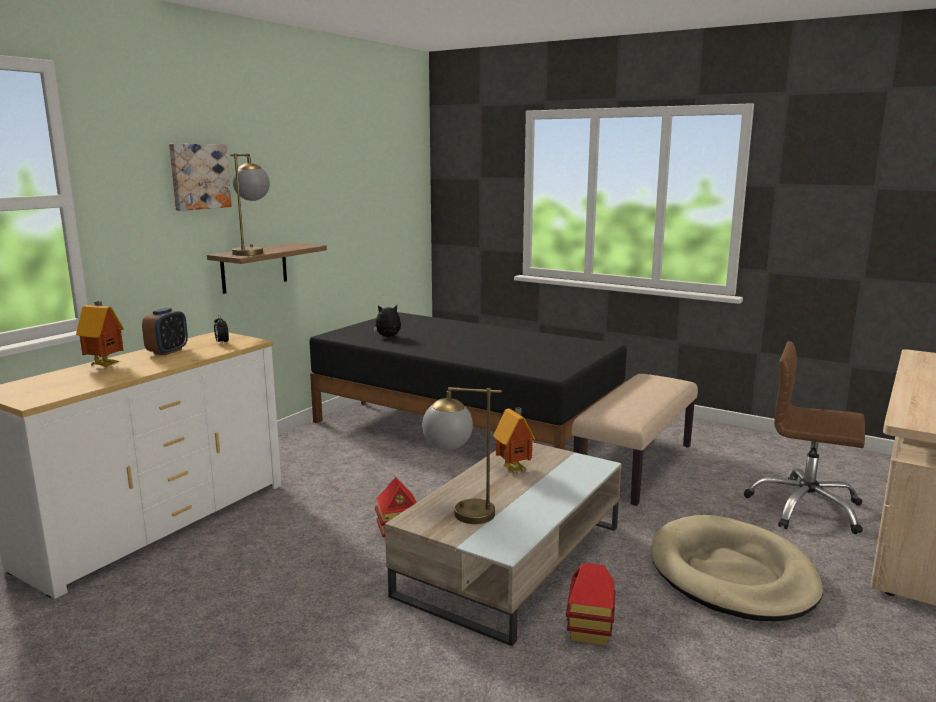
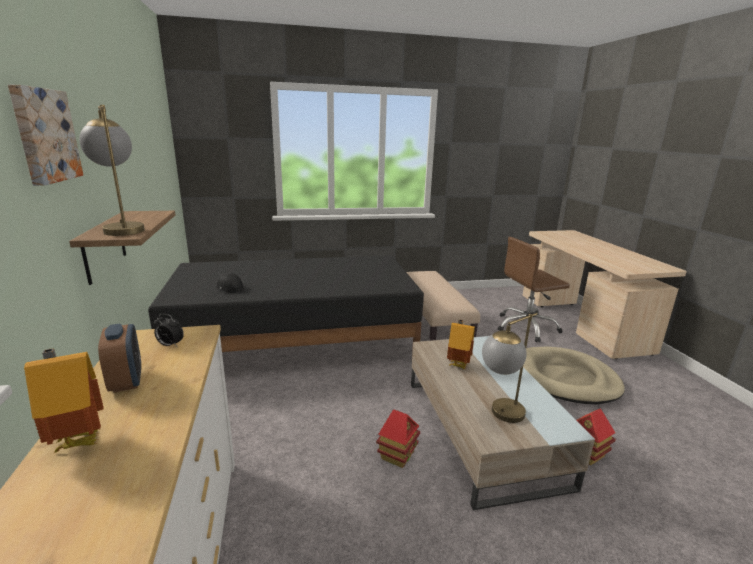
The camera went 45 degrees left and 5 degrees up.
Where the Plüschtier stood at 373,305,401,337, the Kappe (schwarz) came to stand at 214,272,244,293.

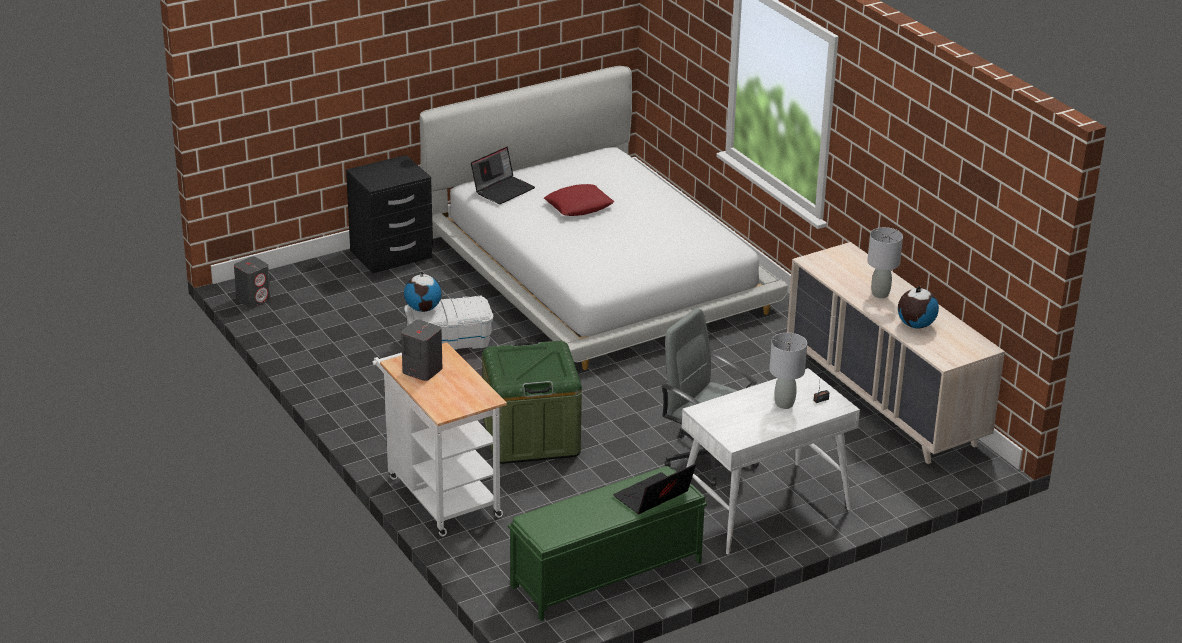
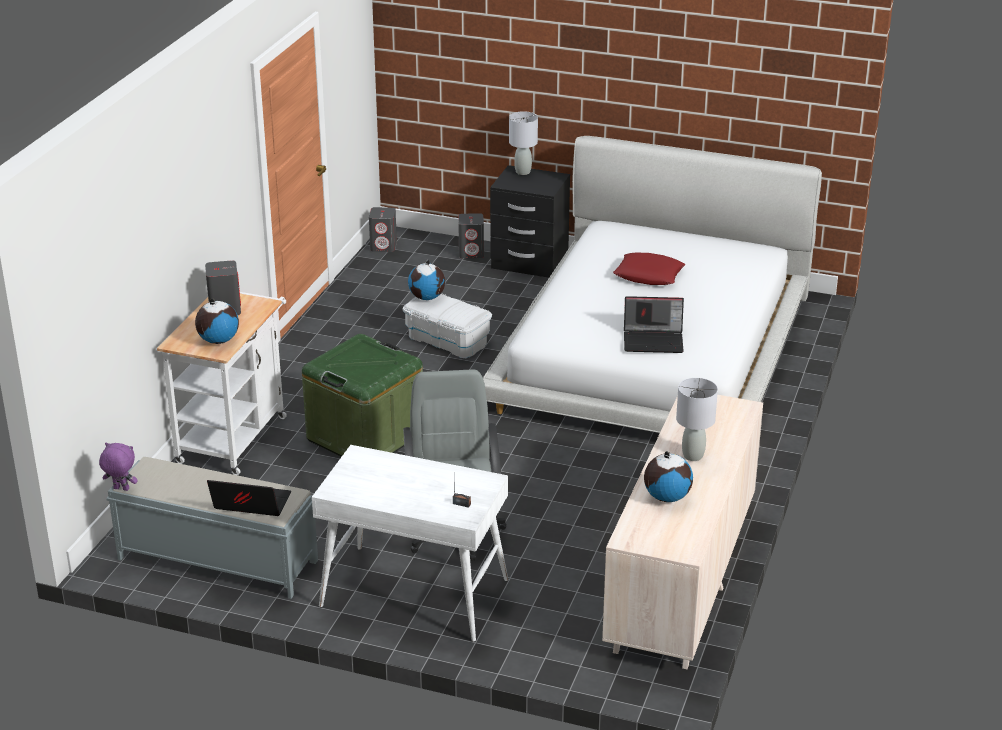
The camera went 50 degrees right and 0 degrees up.
The Laptop ended up elsewhere, having gone from 471,147,535,204 to 624,296,684,353.
What was the Bank (grün) at 508,466,707,621 turned into the Bank (grau) at 106,457,318,599.
The Tischlampe (grau) ended up elsewhere, having gone from 769,333,807,409 to 509,111,538,175.
The second view gained the Plüschtier (lila) at 99,442,138,491.
The second view gained the Globus at 195,299,239,344.
The second view gained the Lautsprecher (grau) at 458,213,484,258.

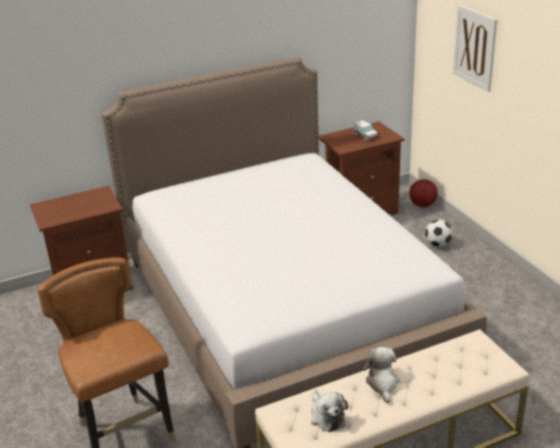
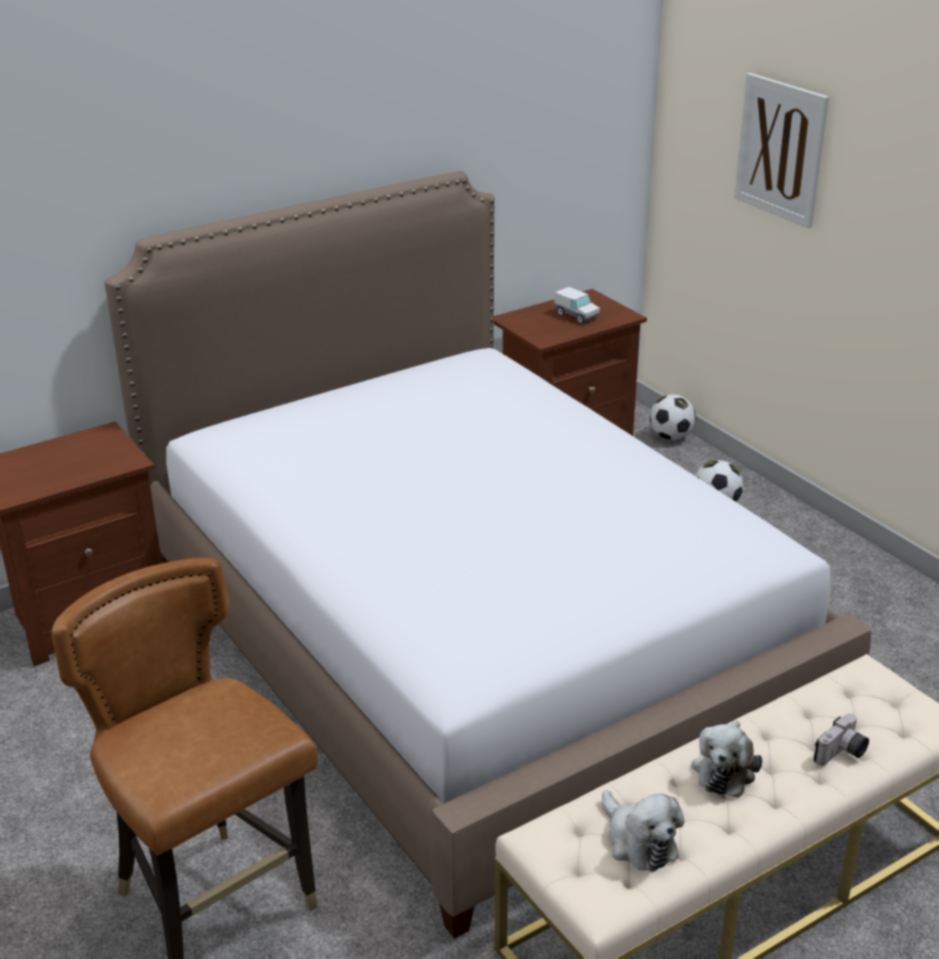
The camera went 10 degrees left and 0 degrees up.
The Plüschtier at 363,347,400,404 ended up facing another way, 150 degrees counterclockwise from before.
Where the Basketball stood at 409,179,438,207, the Fußball came to stand at 650,394,696,440.
The second view gained the Kamera at 814,714,869,766.

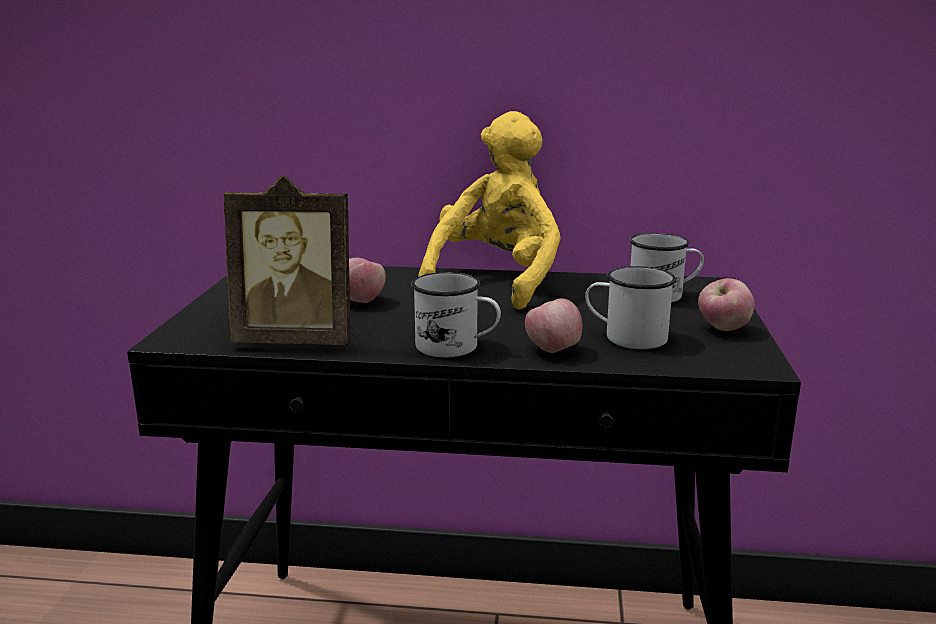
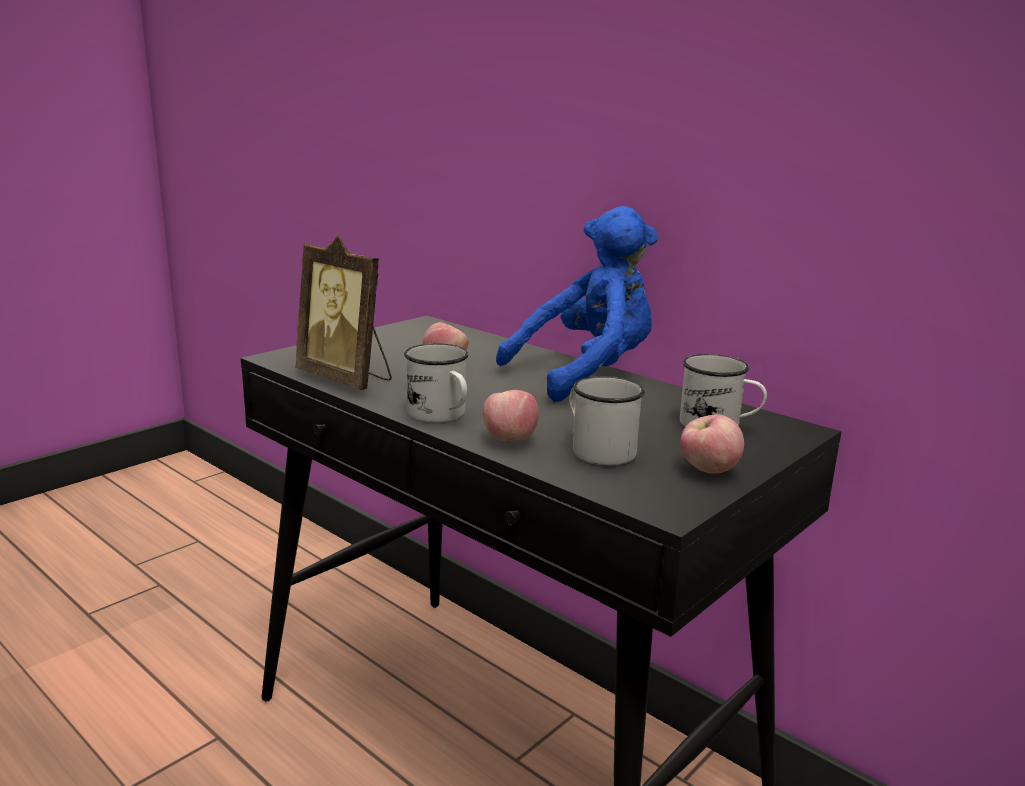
The camera went 35 degrees right and 0 degrees up.
What was the Plüschtier (gelb) at 418,111,561,310 turned into the Plüschtier (blau) at 496,206,659,402.

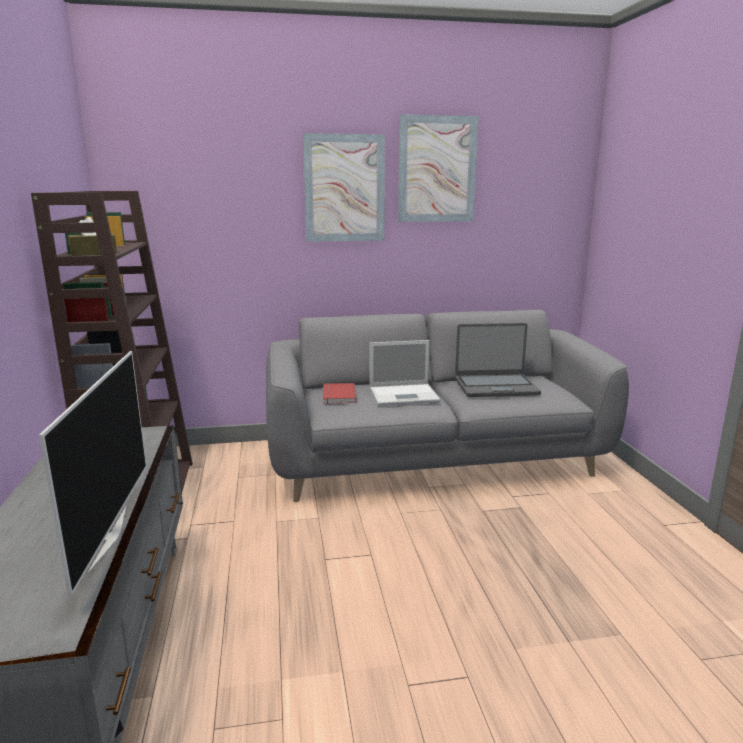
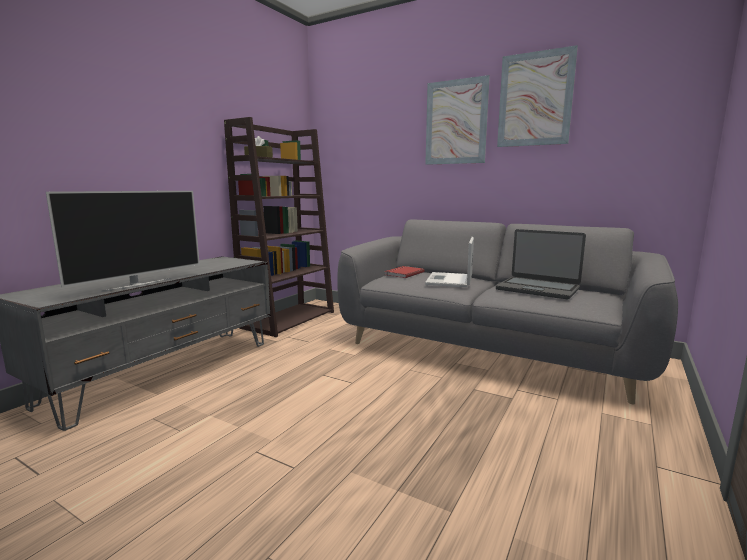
The camera went 40 degrees right and 5 degrees down.
The Laptop at 369,340,440,406 ended up facing another way, 75 degrees clockwise from before.

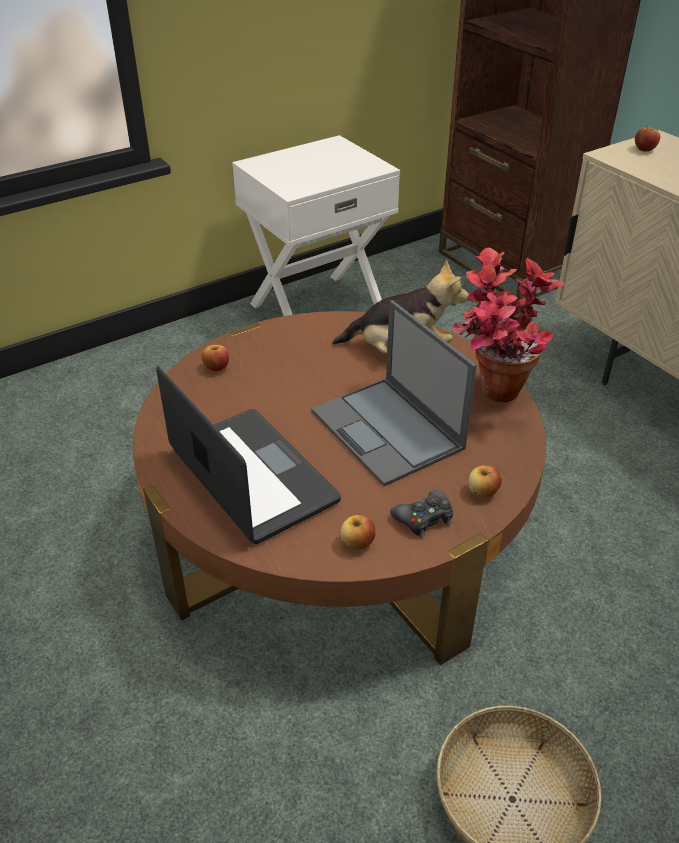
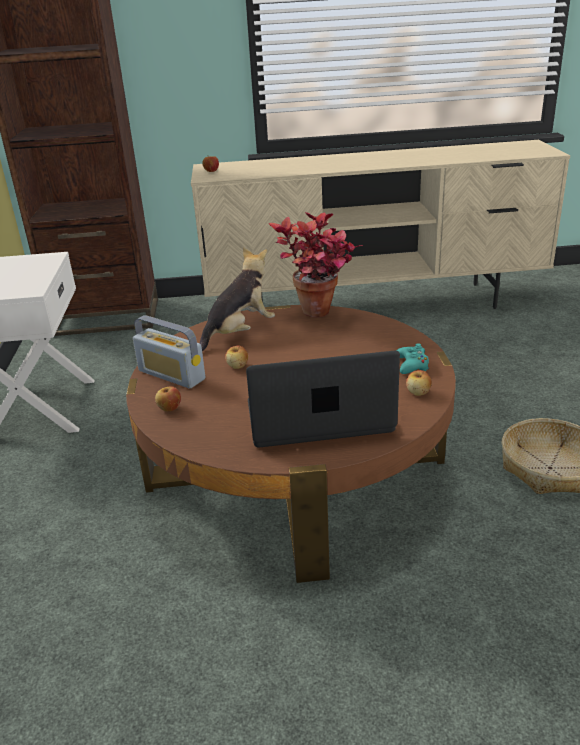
The camera went 60 degrees left and 10 degrees down.
The second view lost the Laptop at 311,300,477,486.
What was the Gamepad (schwarz) at 390,490,453,537 turned into the Gamepad (türkis) at 396,343,429,374.
The Apfel ended up elsewhere, having gone from 468,465,502,498 to 225,345,248,369.
The second view gained the Radio at 133,315,205,388.

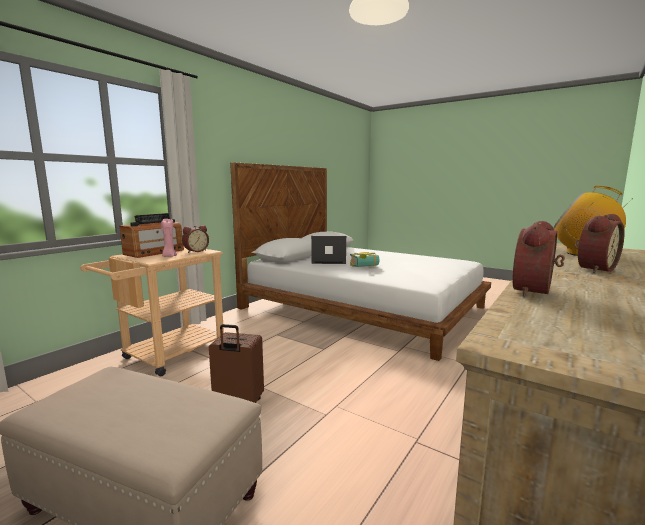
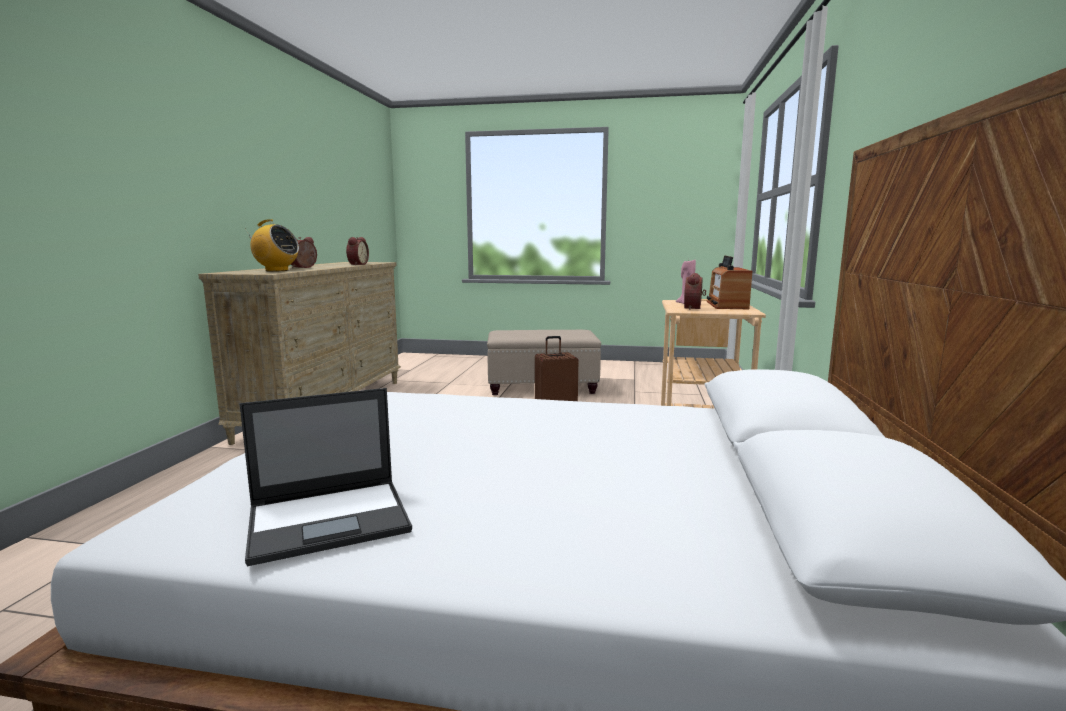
The camera went 155 degrees right and 0 degrees up.
The Laptop ended up elsewhere, having gone from 311,236,346,264 to 239,388,412,566.
The second view lost the Buch at 350,252,380,267.

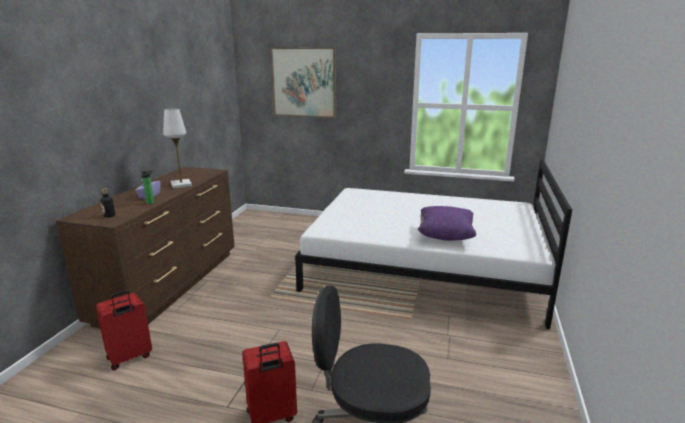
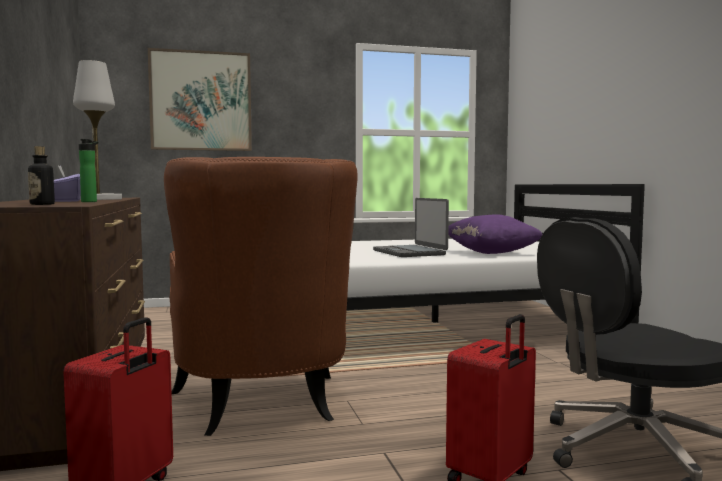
The camera went 30 degrees left and 15 degrees down.
The second view gained the Sessel (braun) at 164,157,358,436.
The second view gained the Laptop at 373,198,449,257.

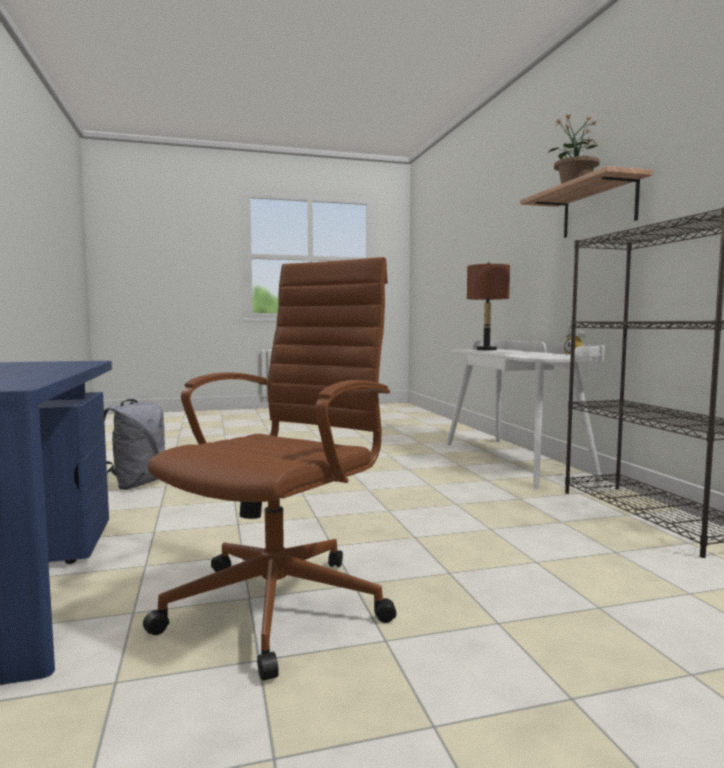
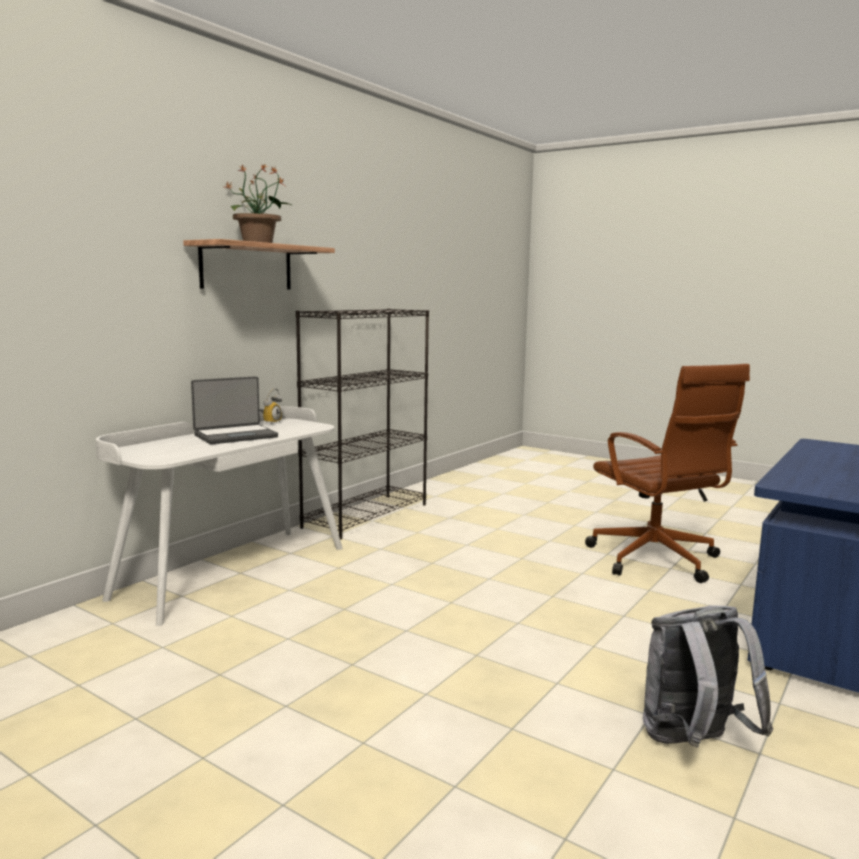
The camera went 130 degrees left and 5 degrees up.
The Bürostuhl (braun) at 143,257,397,680 ended up facing another way, 105 degrees counterclockwise from before.
The second view lost the Tischlampe (braun) at 467,262,510,350.
The second view gained the Laptop at 191,376,278,444.

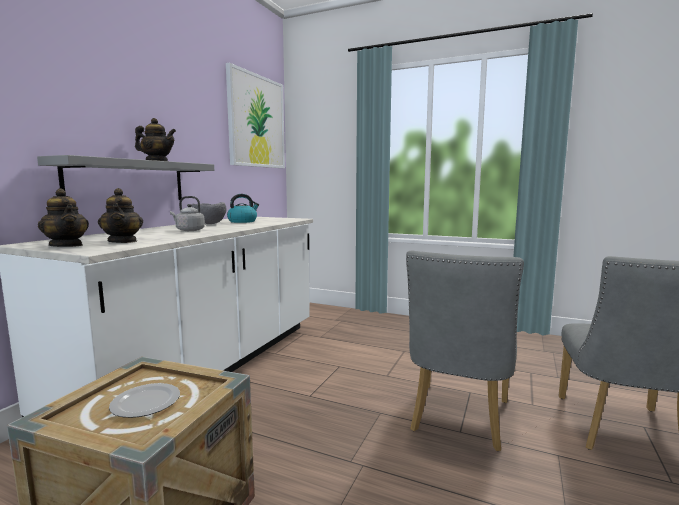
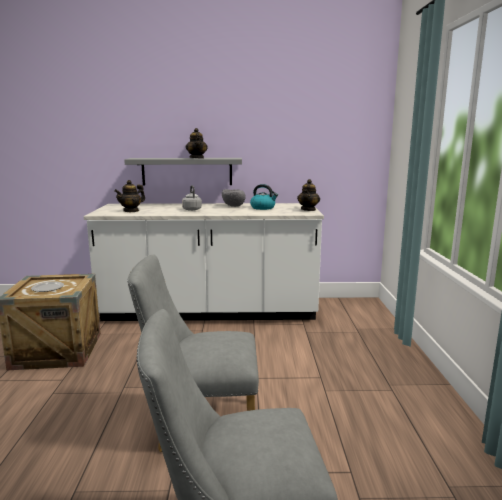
The camera went 65 degrees right and 5 degrees up.
The Teekanne ended up elsewhere, having gone from 38,188,89,247 to 297,179,320,211.
The second view lost the Bild at 226,63,285,168.

